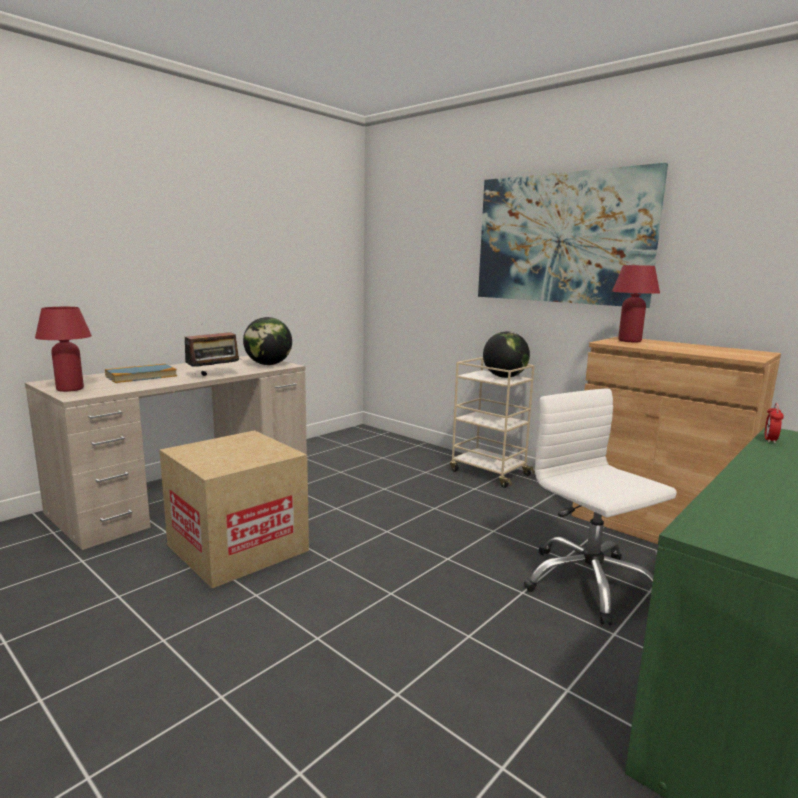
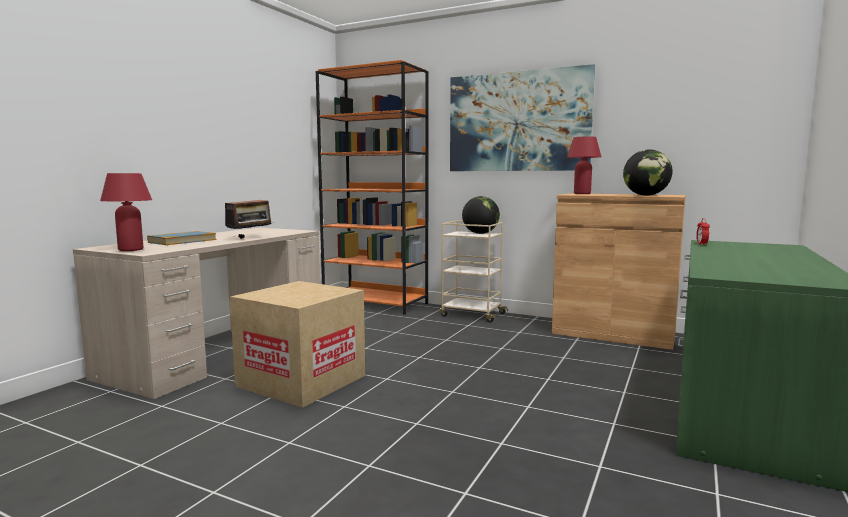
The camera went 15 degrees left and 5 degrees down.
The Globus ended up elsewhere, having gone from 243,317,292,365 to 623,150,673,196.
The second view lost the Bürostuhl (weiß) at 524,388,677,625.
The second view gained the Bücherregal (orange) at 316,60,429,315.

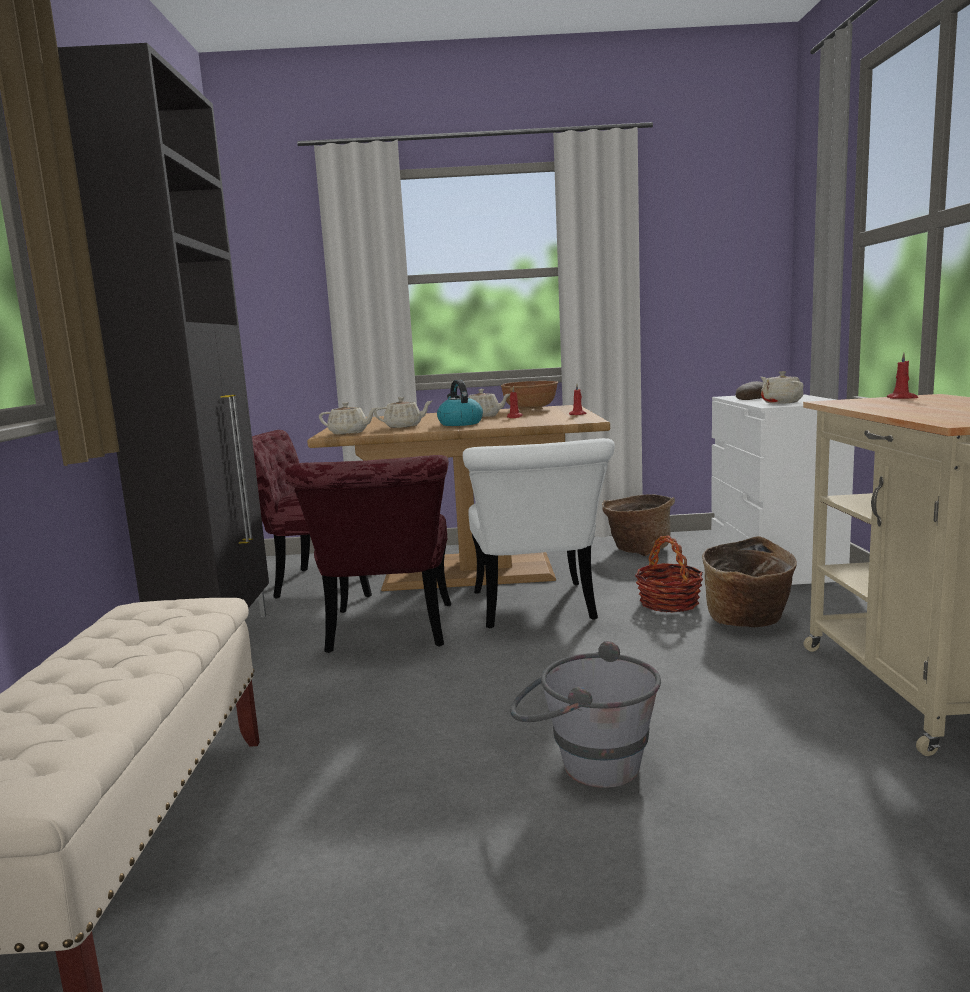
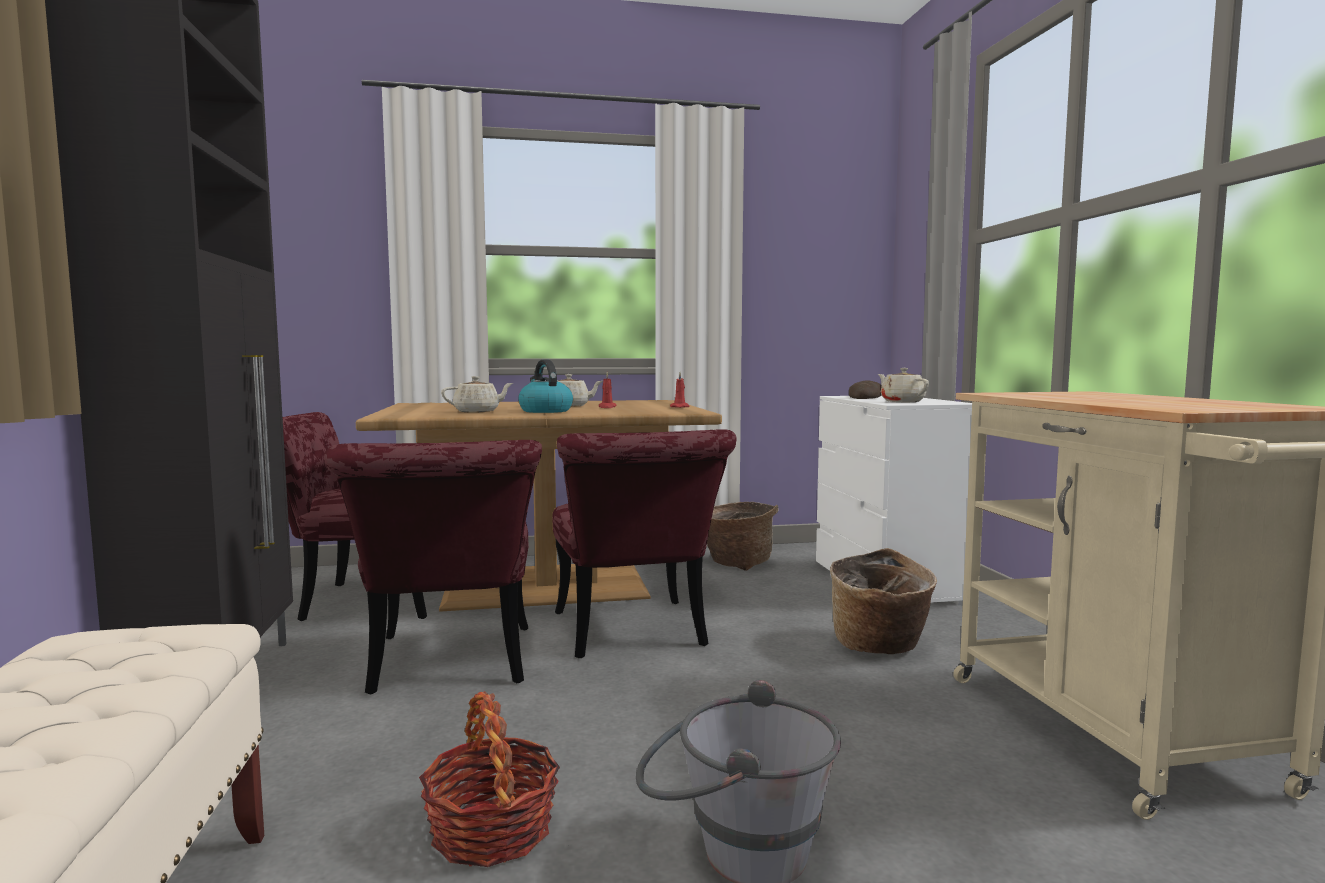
The camera went 10 degrees left and 5 degrees down.
The second view lost the Teekanne (beige) at 319,402,377,435.
What was the Stuhl (weiß) at 463,438,615,628 turned into the Stuhl (rot) at 553,429,736,658.
The second view lost the Schüssel (braun) at 501,381,558,411.
The Korb ended up elsewhere, having gone from 635,535,703,613 to 419,691,560,867.
The second view lost the Kerze (rot) at 887,353,918,399.

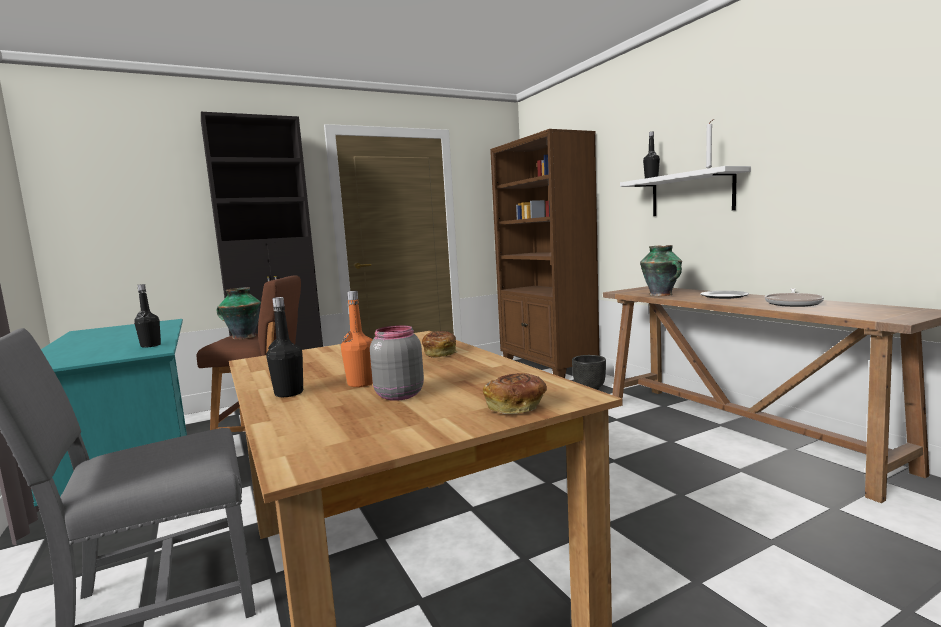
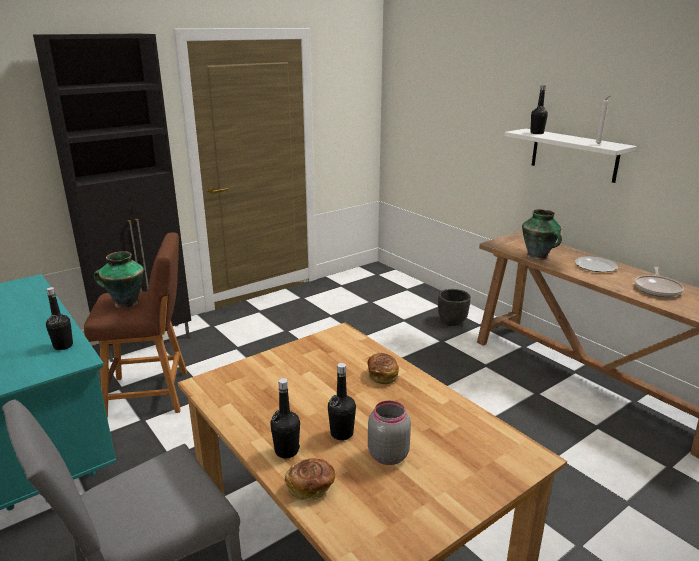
The camera went 10 degrees left and 15 degrees up.
What was the Flasche (orange) at 341,291,373,387 turned into the Flasche (schwarz) at 328,363,356,440.
The Brot ended up elsewhere, having gone from 483,373,547,414 to 285,458,335,501.
The second view lost the Bücherregal (braun) at 490,129,599,378.

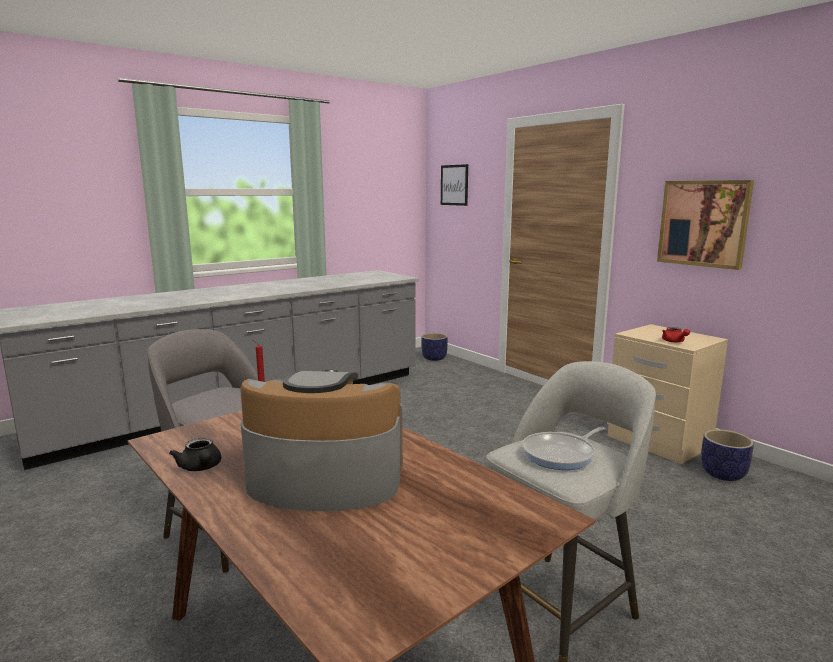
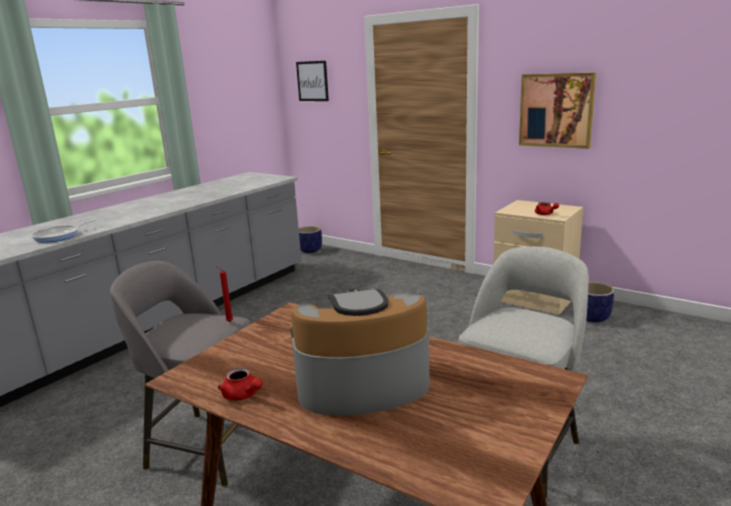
The camera went 15 degrees left and 5 degrees up.
What was the Teekanne (schwarz) at 169,438,221,471 turned into the Teekanne (rot) at 218,368,263,401.
The Pfanne ended up elsewhere, having gone from 522,427,605,470 to 31,219,96,243.

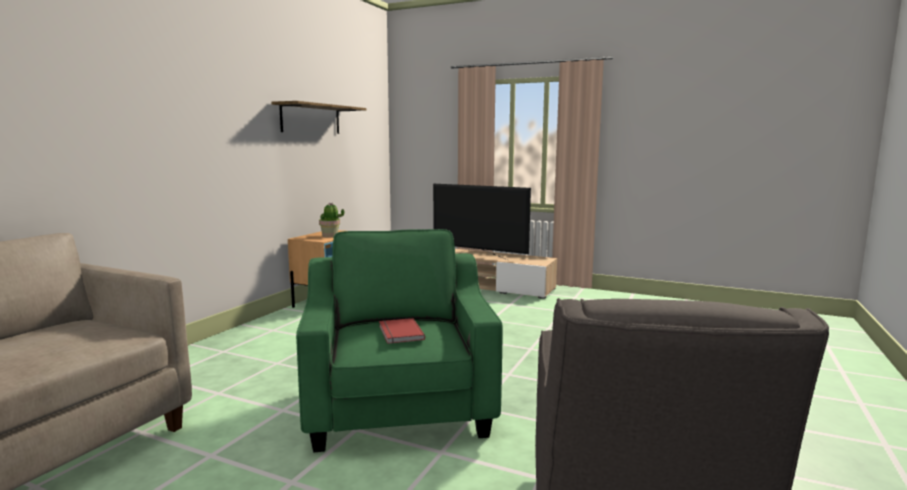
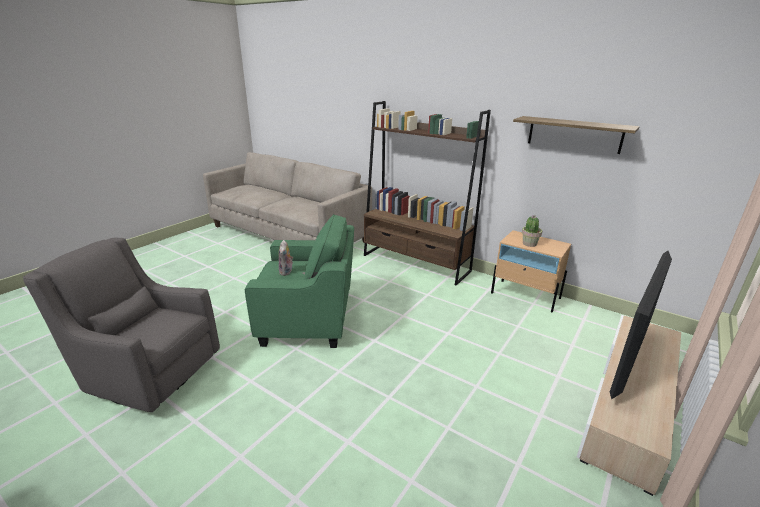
The camera went 100 degrees right and 15 degrees up.
Where the Buch (rot) stood at 379,318,425,344, the Plüschtier came to stand at 279,240,293,276.
The second view gained the Bücherregal (braun) at 364,101,491,286.

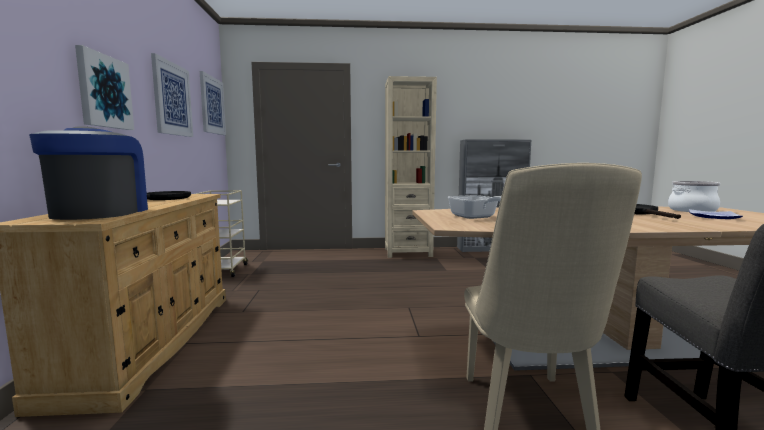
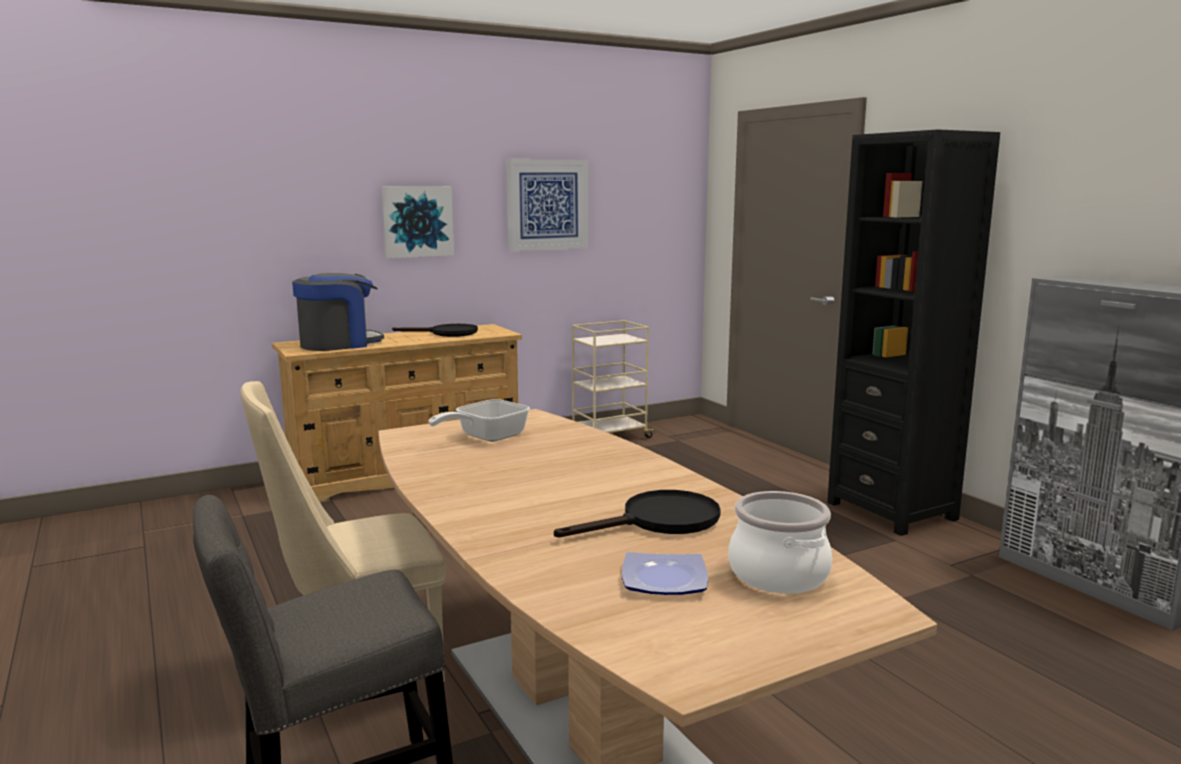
The camera went 65 degrees right and 5 degrees up.
The second view lost the Bild at 200,71,226,135.
What was the Bücherregal (beige) at 385,76,437,258 turned into the Bücherregal (schwarz) at 827,129,1000,536.

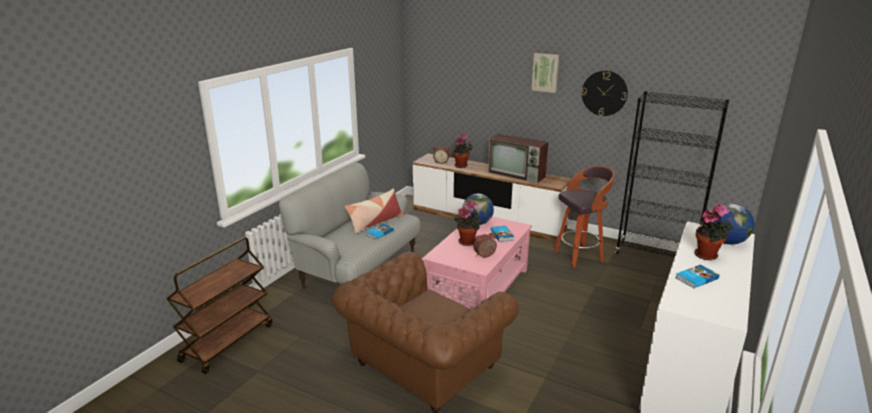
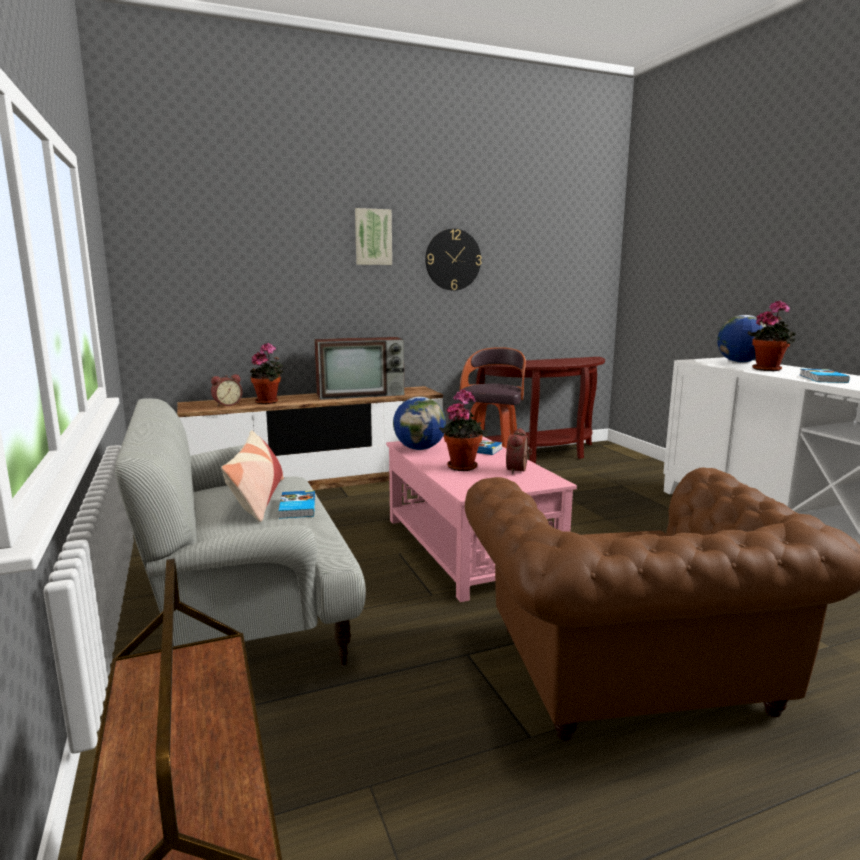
The camera went 50 degrees left and 10 degrees down.
Where the Bücherregal (schwarz) stood at 615,91,729,257, the Konsolentisch (braun) came to stand at 476,357,605,464.

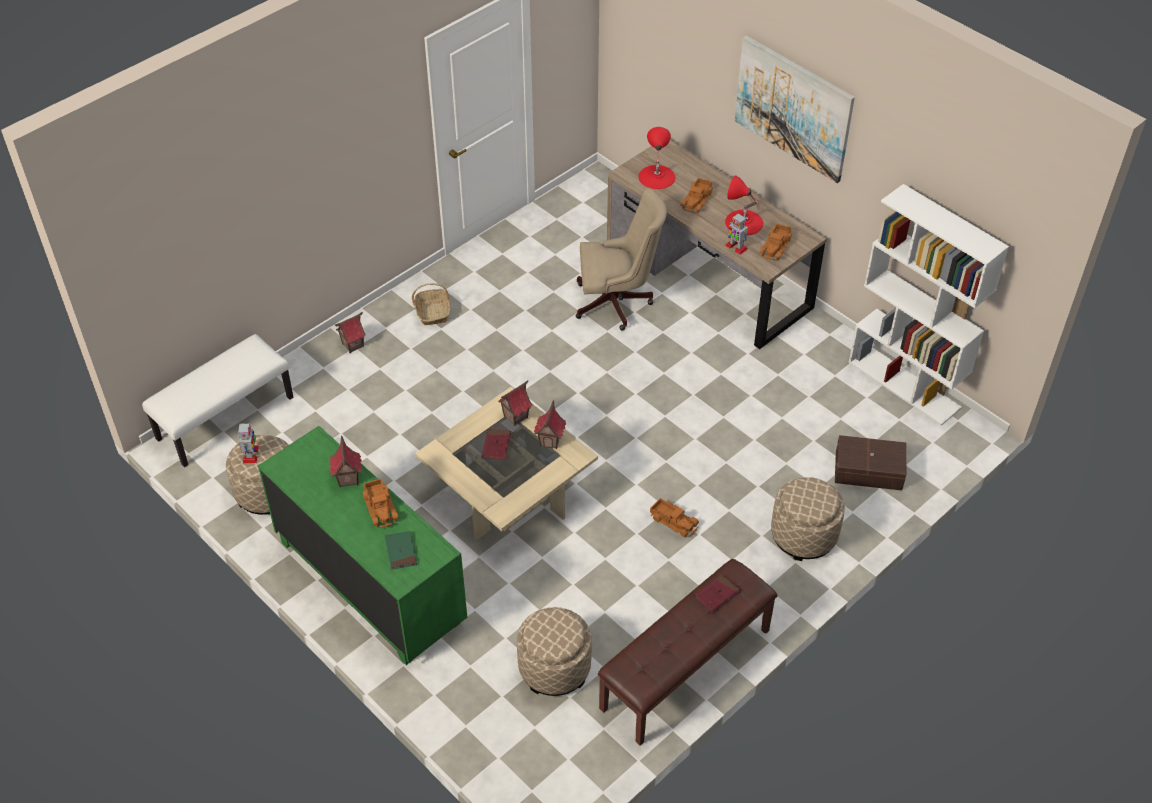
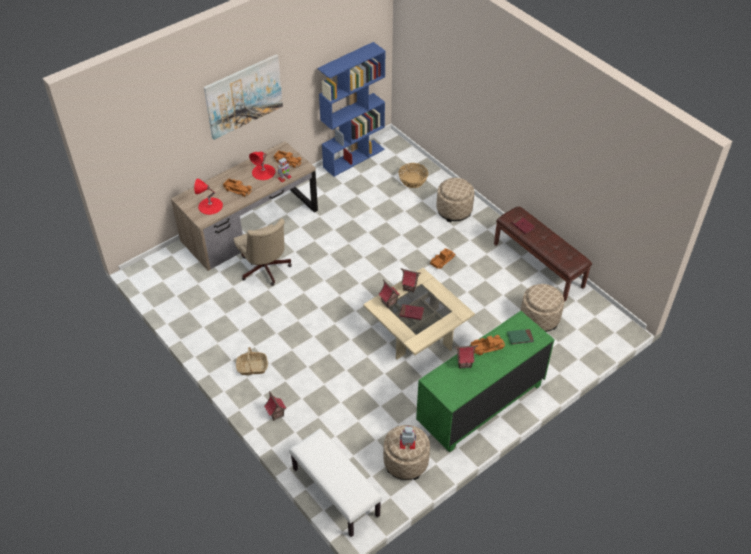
The camera went 85 degrees left and 0 degrees up.
The Bürostuhl (beige) at 576,188,667,331 ended up facing another way, 150 degrees clockwise from before.
Where the Aufbewahrungsbox (braun) stood at 835,435,906,490, the Korb came to stand at 398,163,428,188.
What was the Bücherregal (weiß) at 848,184,1009,426 turned into the Bücherregal (blau) at 318,42,386,177.

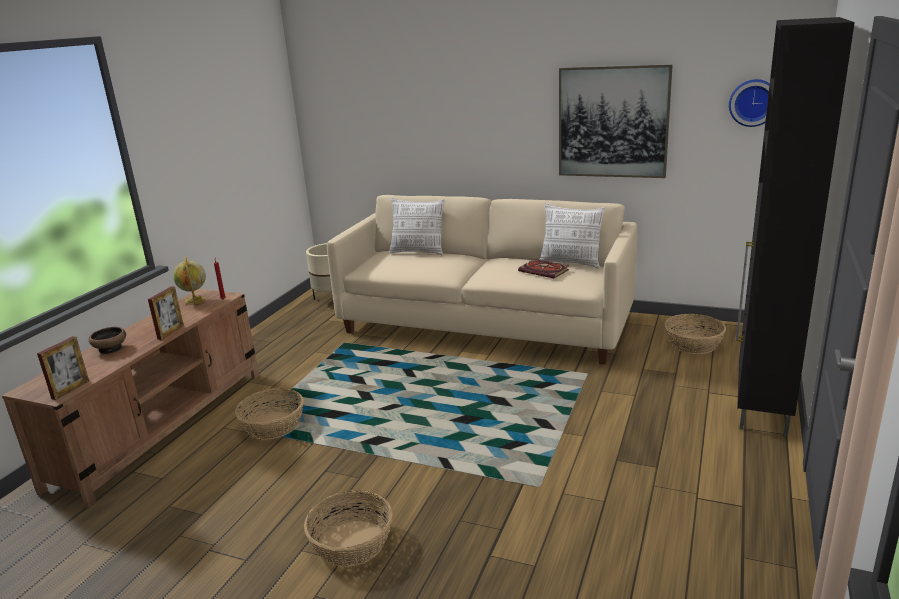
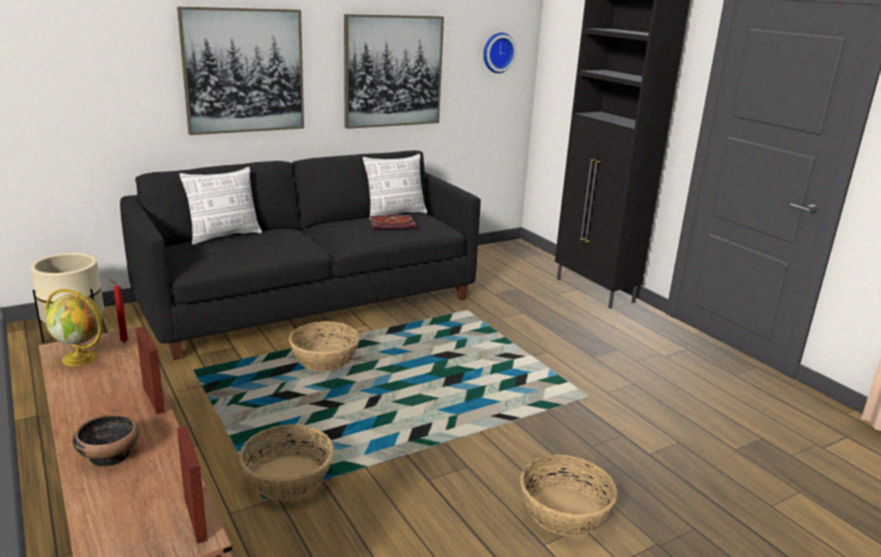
The camera went 55 degrees left and 0 degrees up.
What was the Sofa (beige) at 327,195,637,364 turned into the Sofa (schwarz) at 120,150,481,360.
The Korb ended up elsewhere, having gone from 664,314,726,354 to 289,321,360,371.
The second view gained the Bild at 177,7,304,135.

